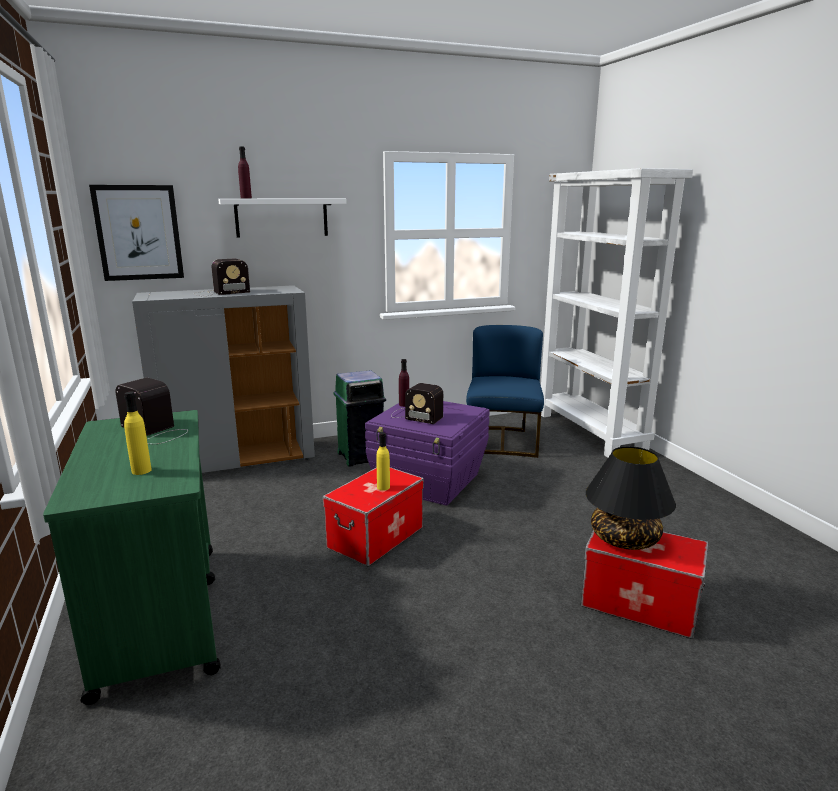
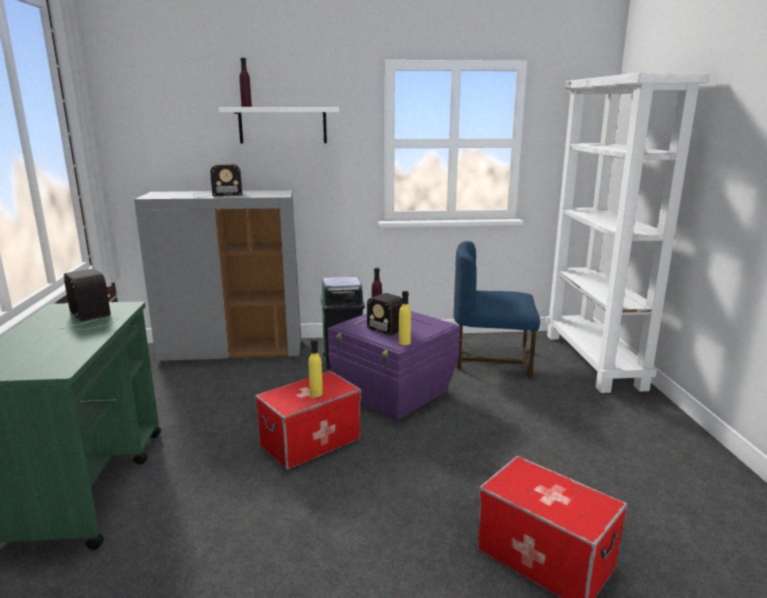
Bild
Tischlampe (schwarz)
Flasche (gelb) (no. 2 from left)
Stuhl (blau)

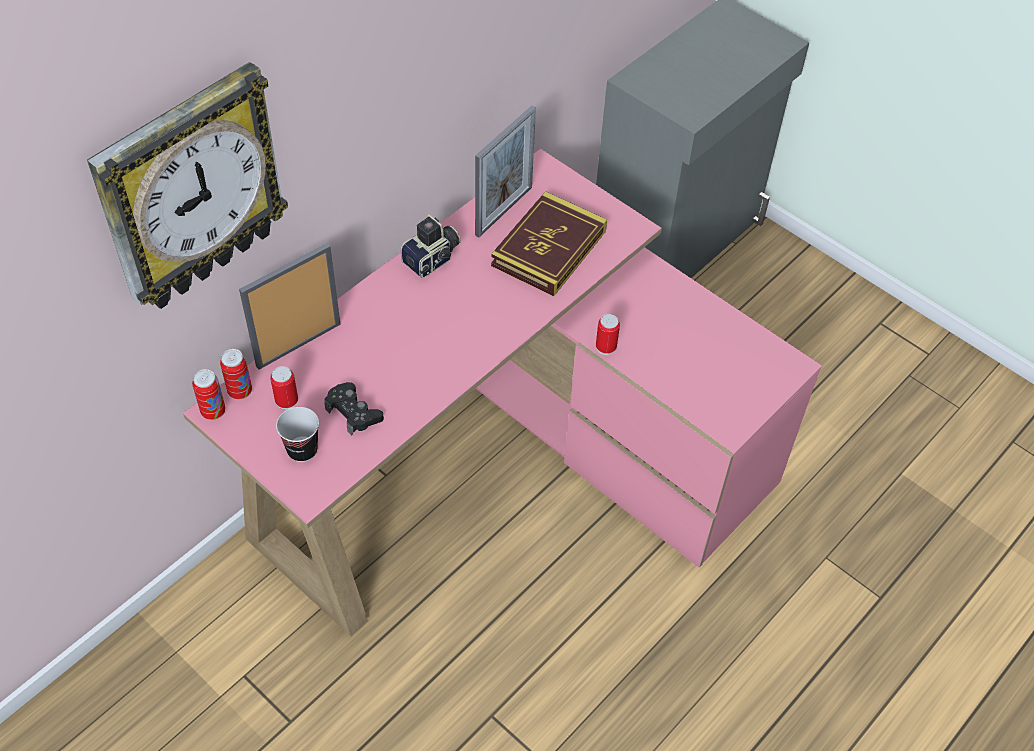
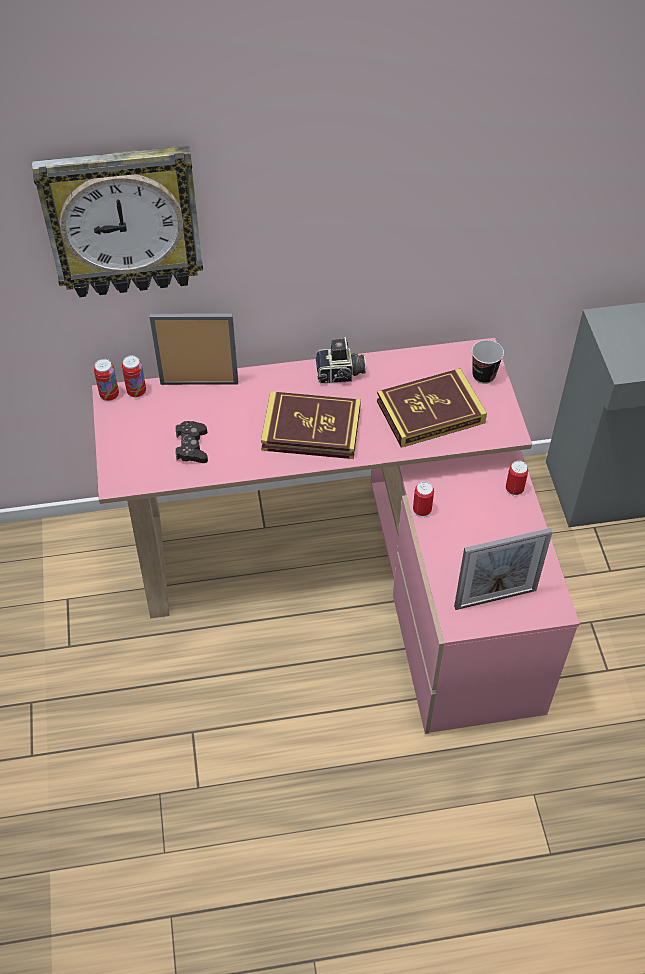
Buch (no. 1 from left)
Dose (no. 4 from left)
Tasse
Bilderrahmen (no. 2 from left)

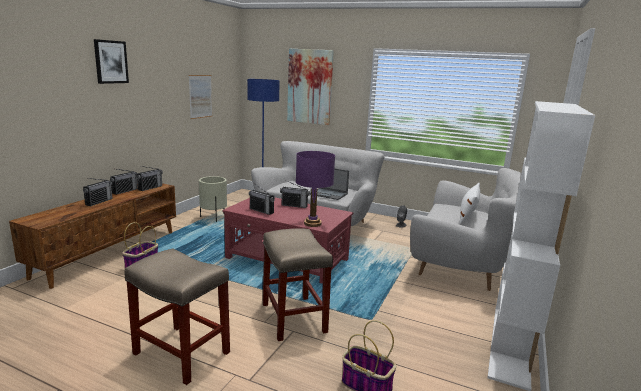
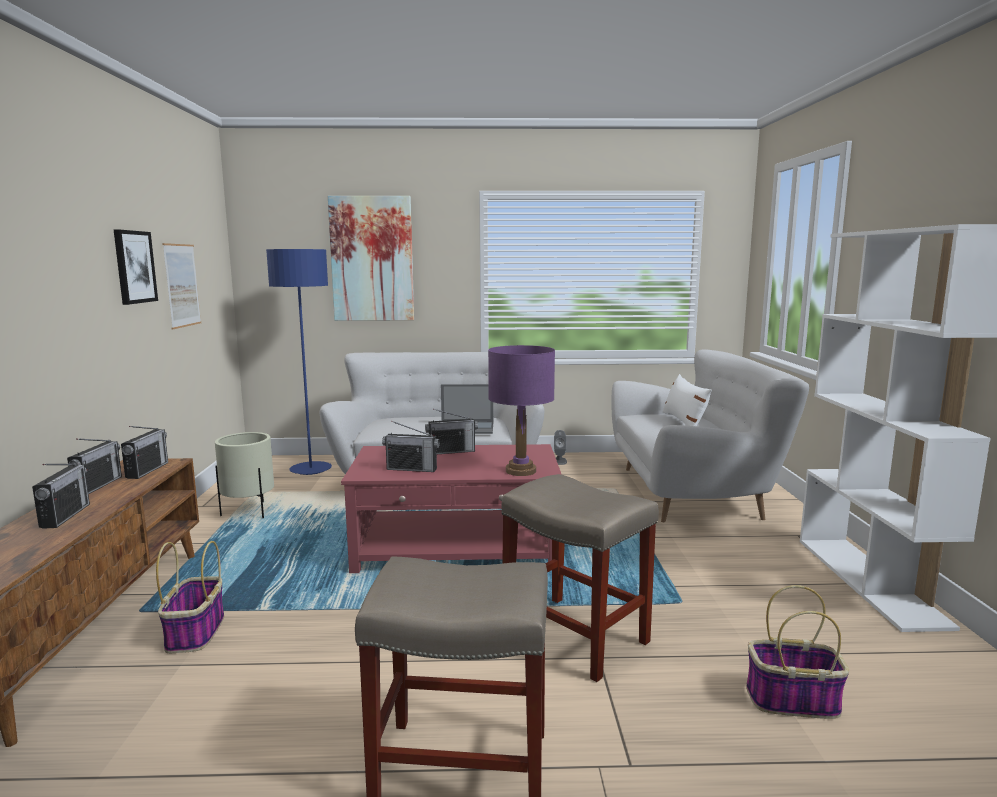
Bild (no. 1 from left)

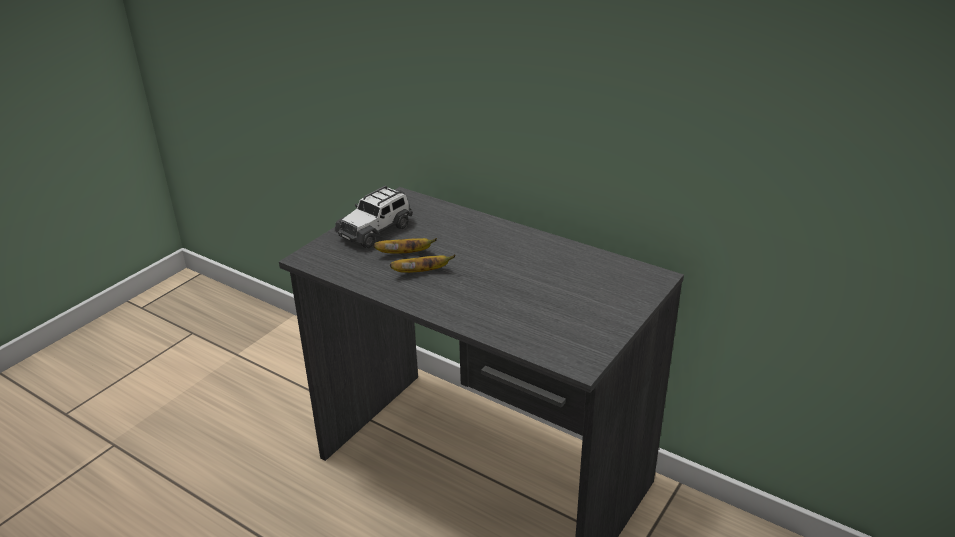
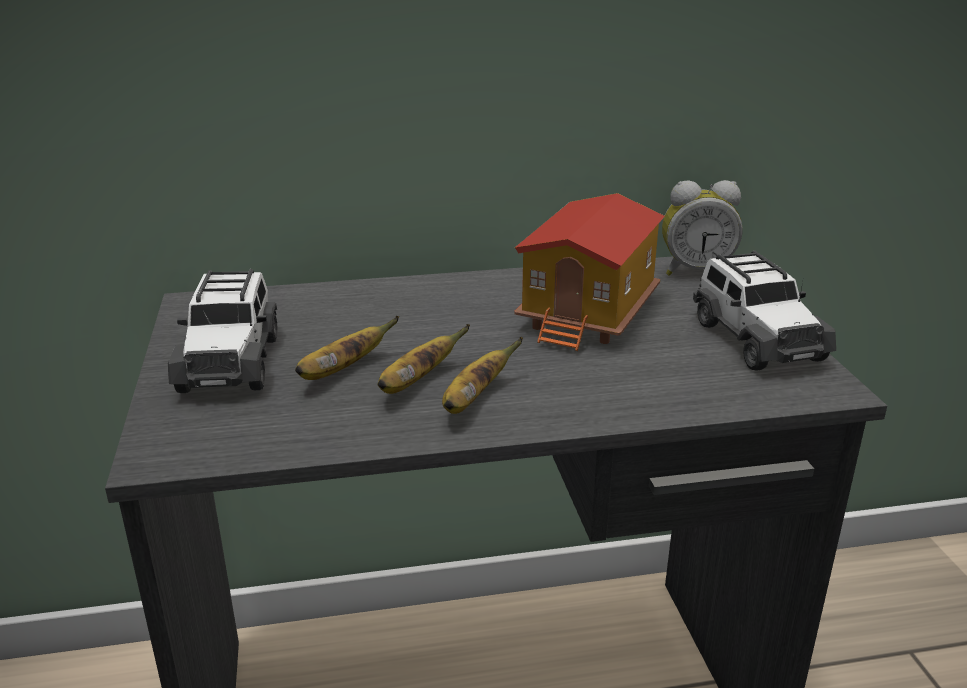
Banane (no. 3 from left)
Spielzeughaus
Wecker
Spielzeugauto (no. 2 from left)

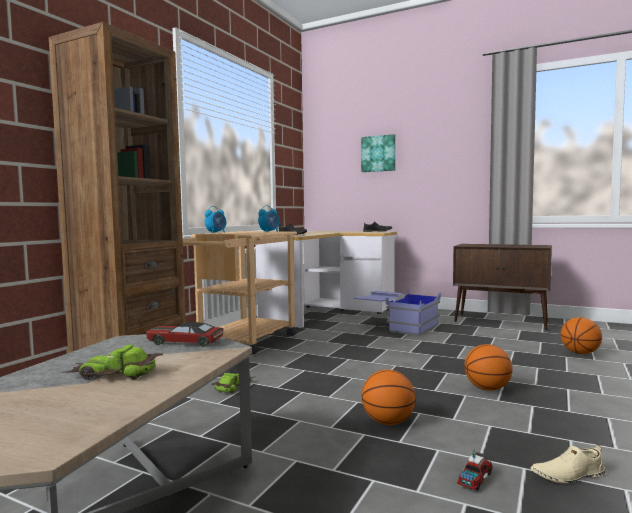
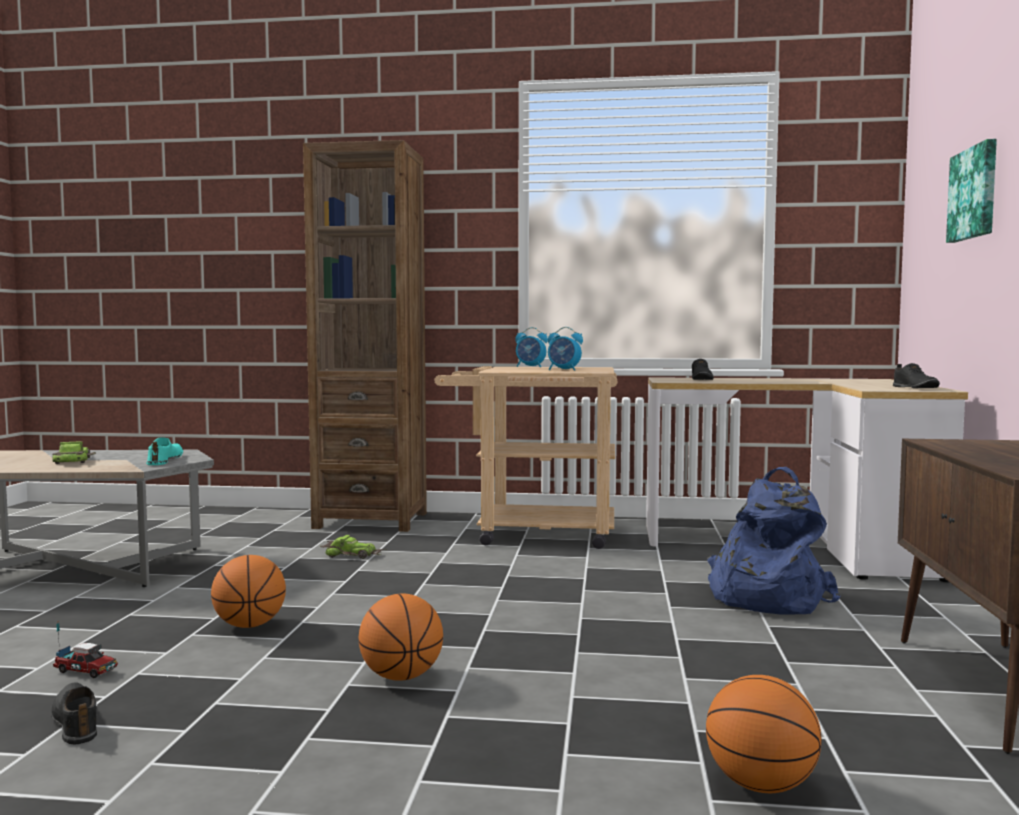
Schuh (türkis)
Rucksack (blau)
Schuh (schwarz) (no. 1 from left)

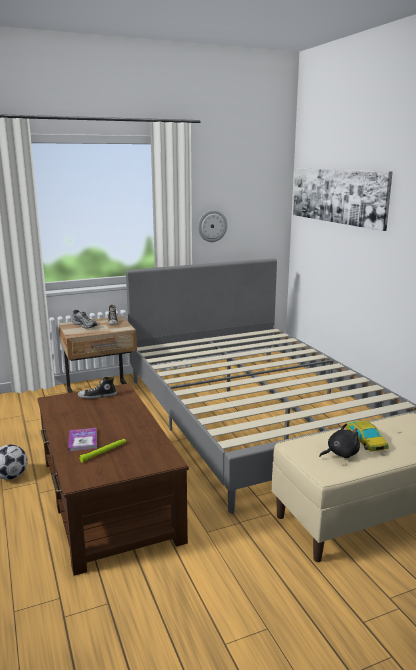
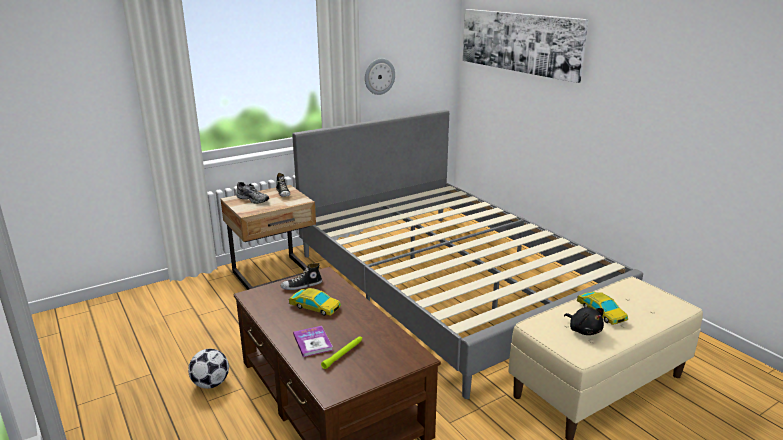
Spielzeugauto (no. 1 from left)
Plüschtier (schwarz)

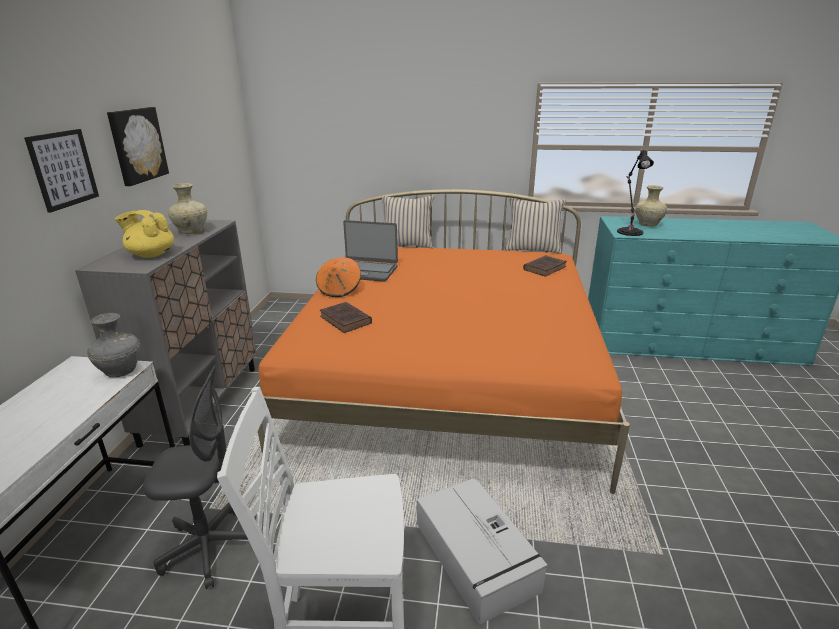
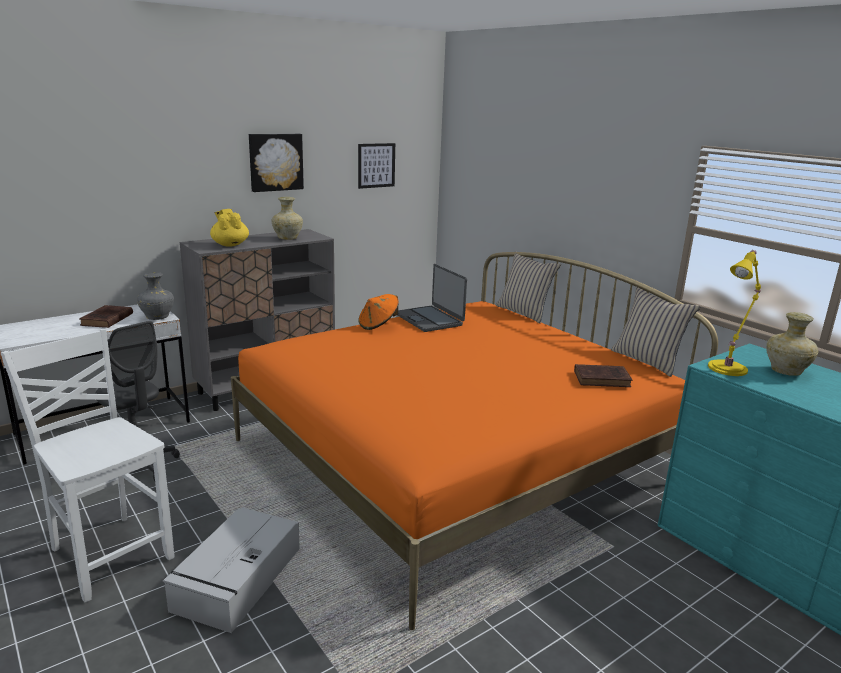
Bild (no. 2 from left)
Buch (braun) (no. 1 from left)
Tischlampe (gelb)

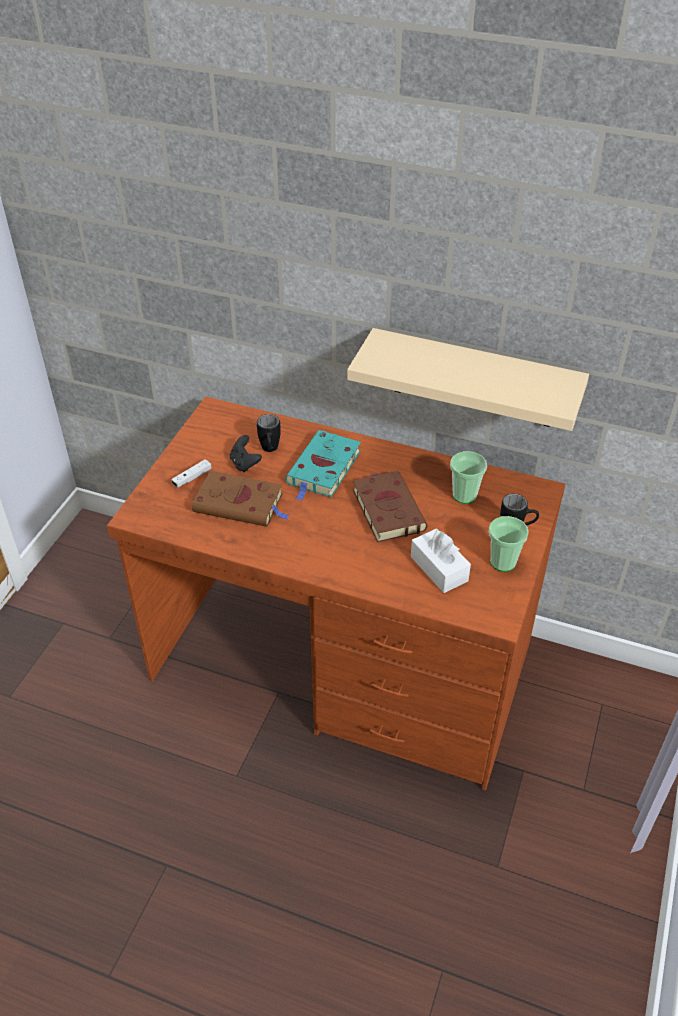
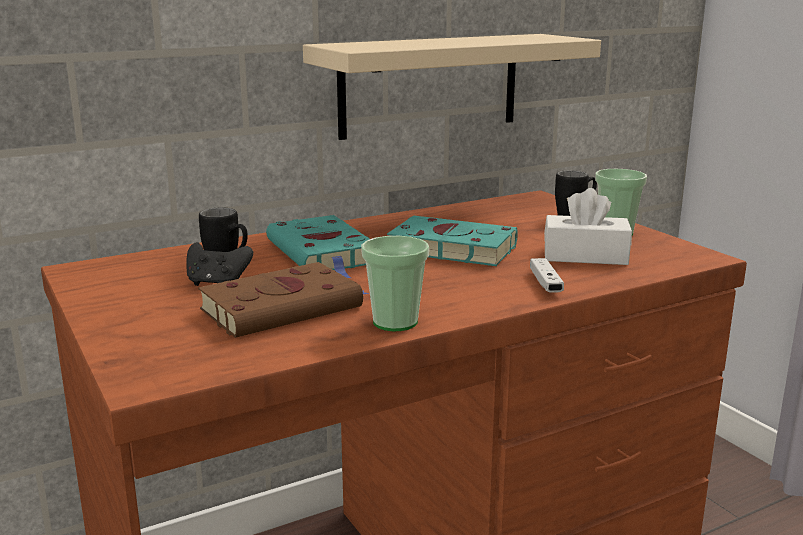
Gamepad (weiß)
Tasse (no. 1 from left)
Buch (türkis) (no. 2 from left)

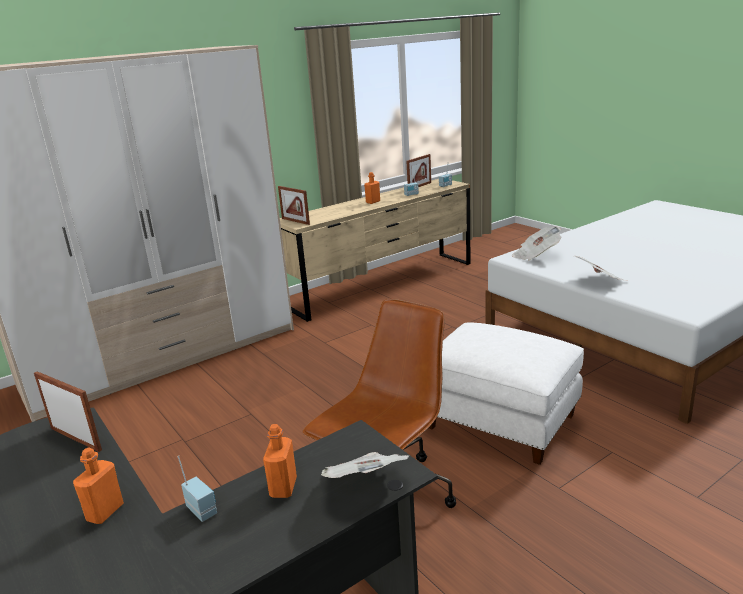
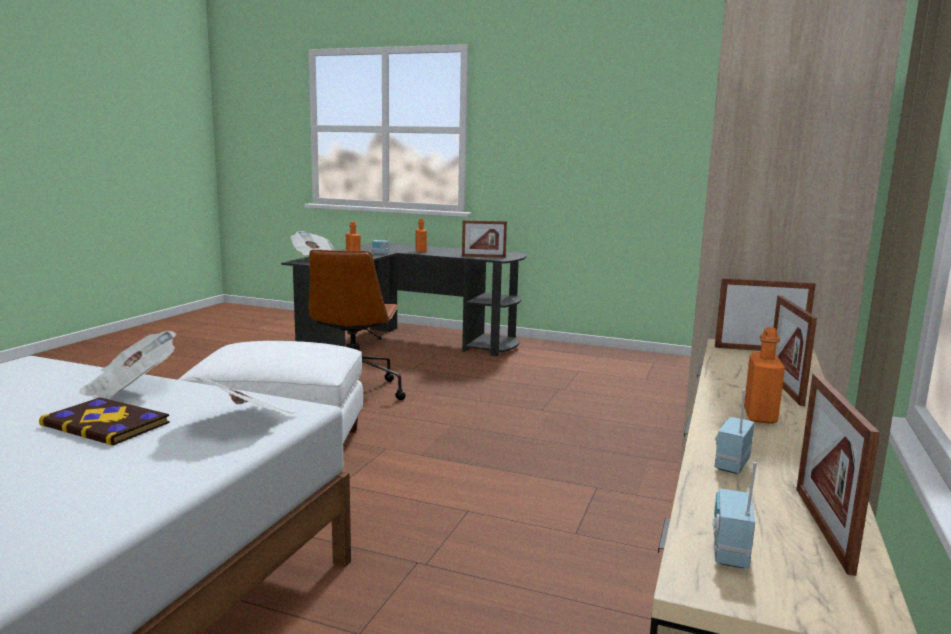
Buch
Bilderrahmen (no. 3 from left)

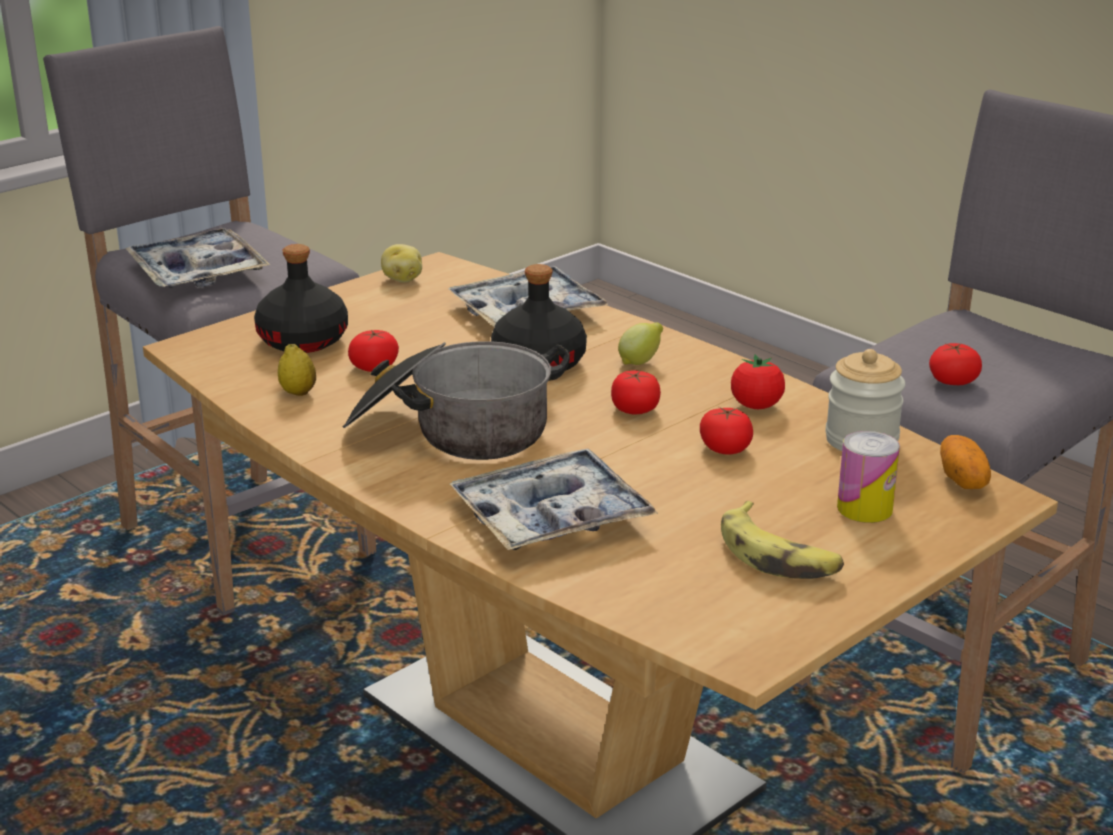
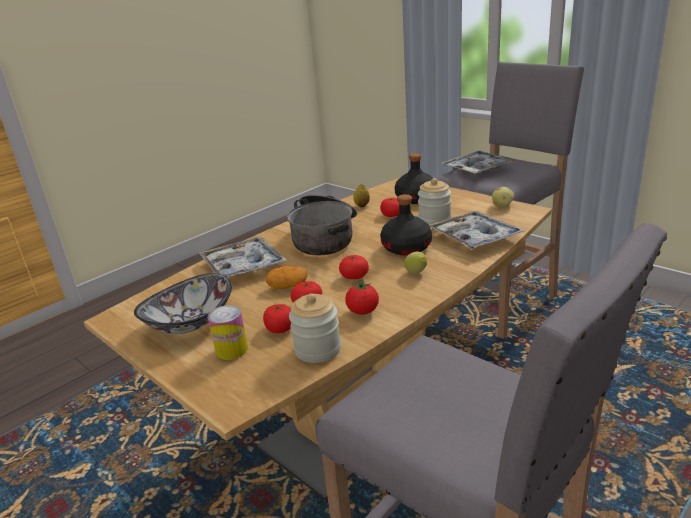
Vorratsglas (no. 2 from left)
Tomate (no. 1 from left)
Kartoffel (no. 1 from left)
Schüssel

